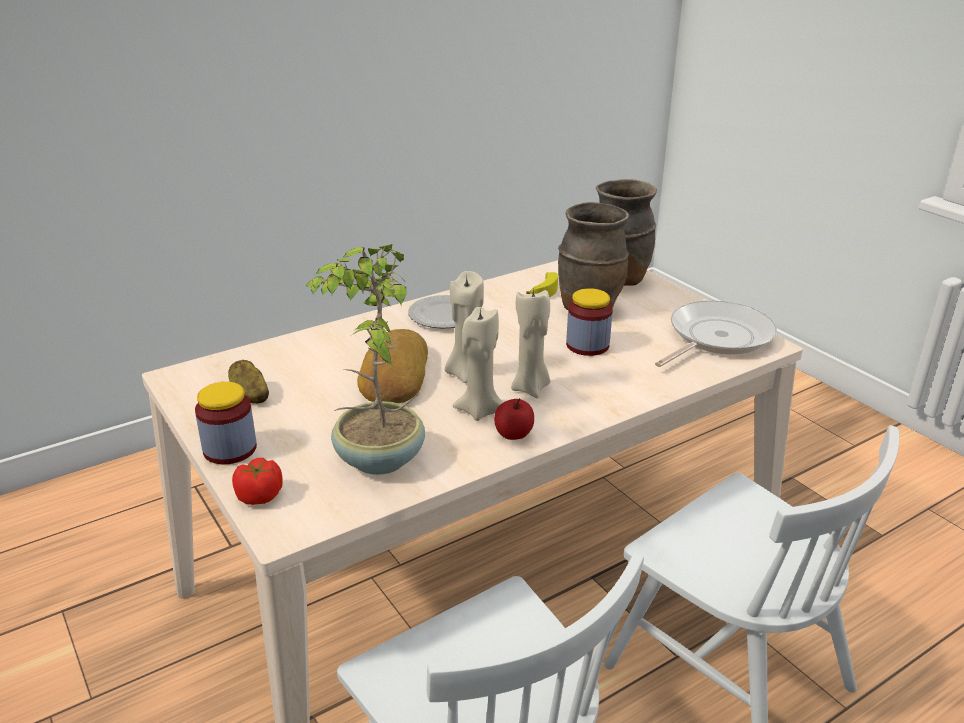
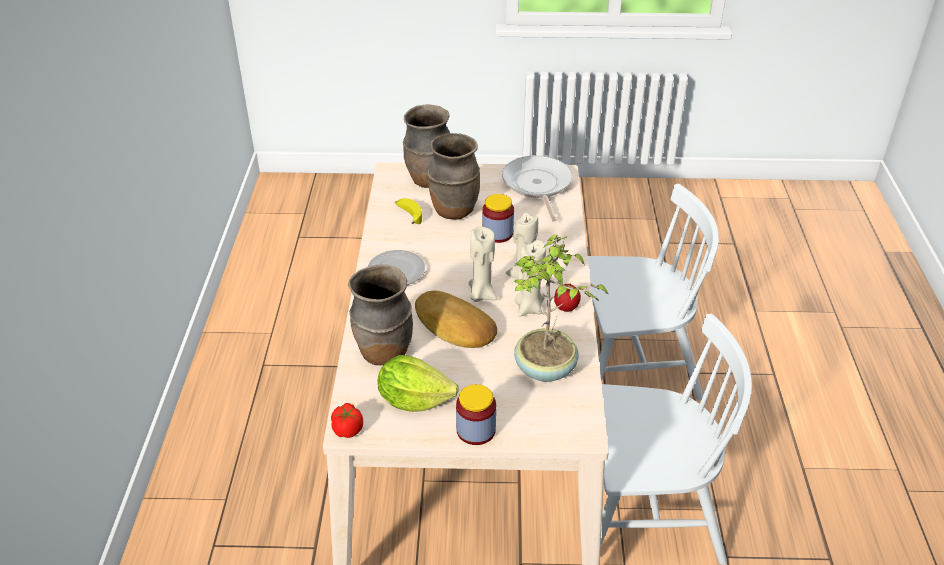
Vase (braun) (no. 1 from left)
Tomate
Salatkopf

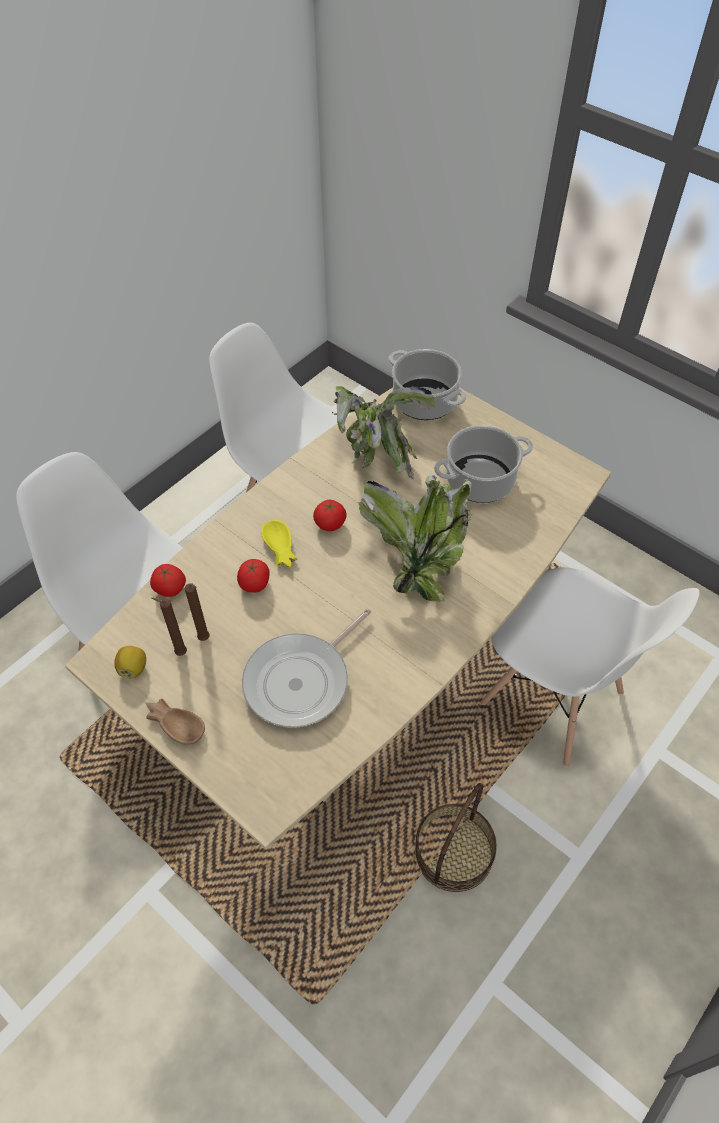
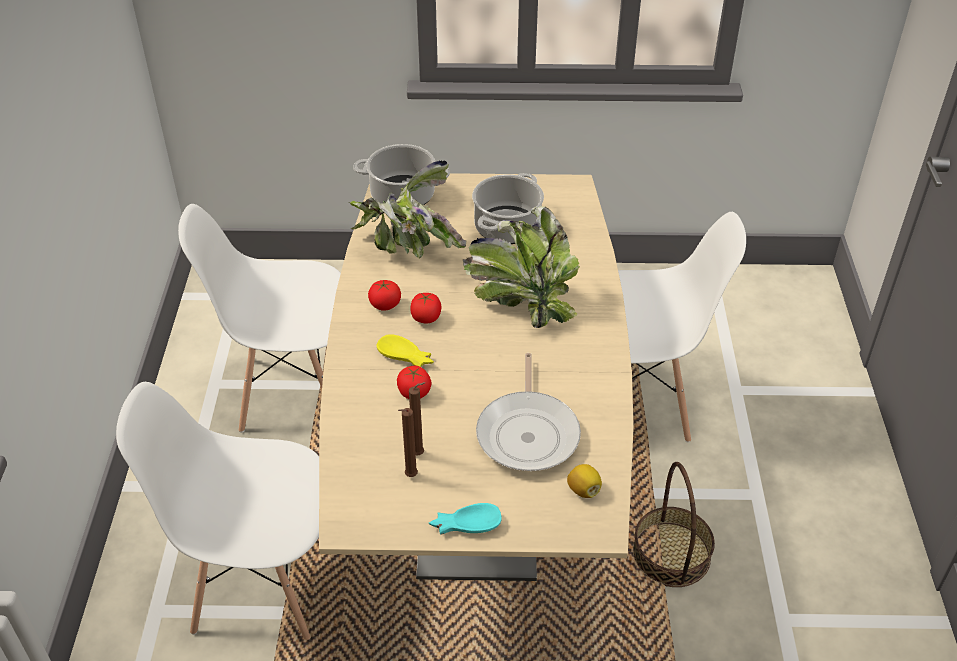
Zitrone
Tomate (no. 1 from left)
Schüssel (türkis)

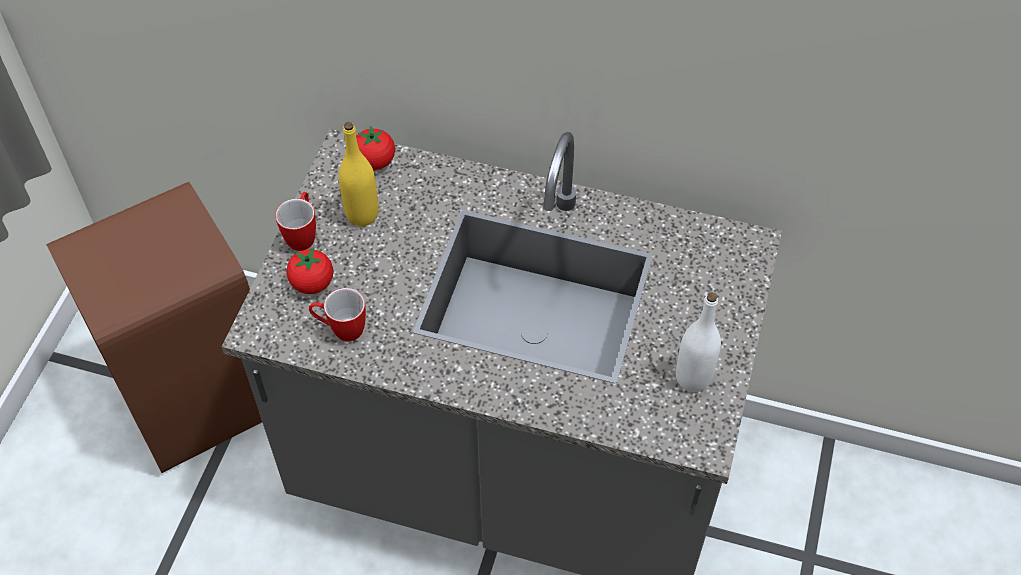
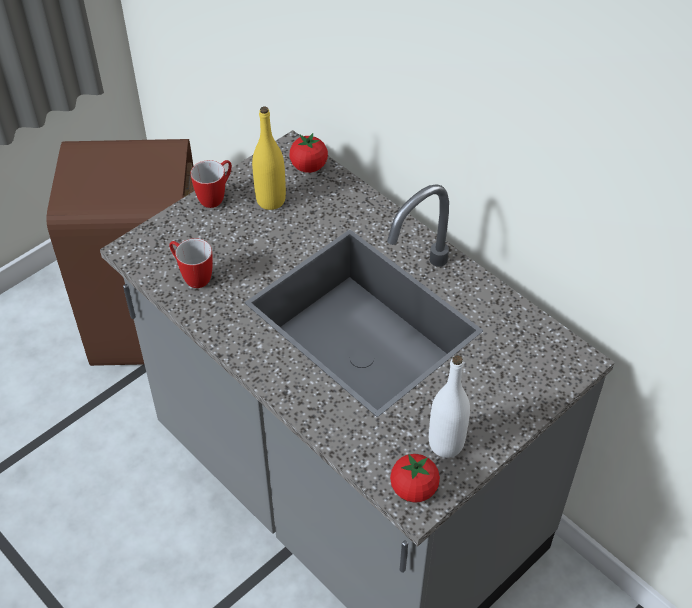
Tomate (no. 2 from left)

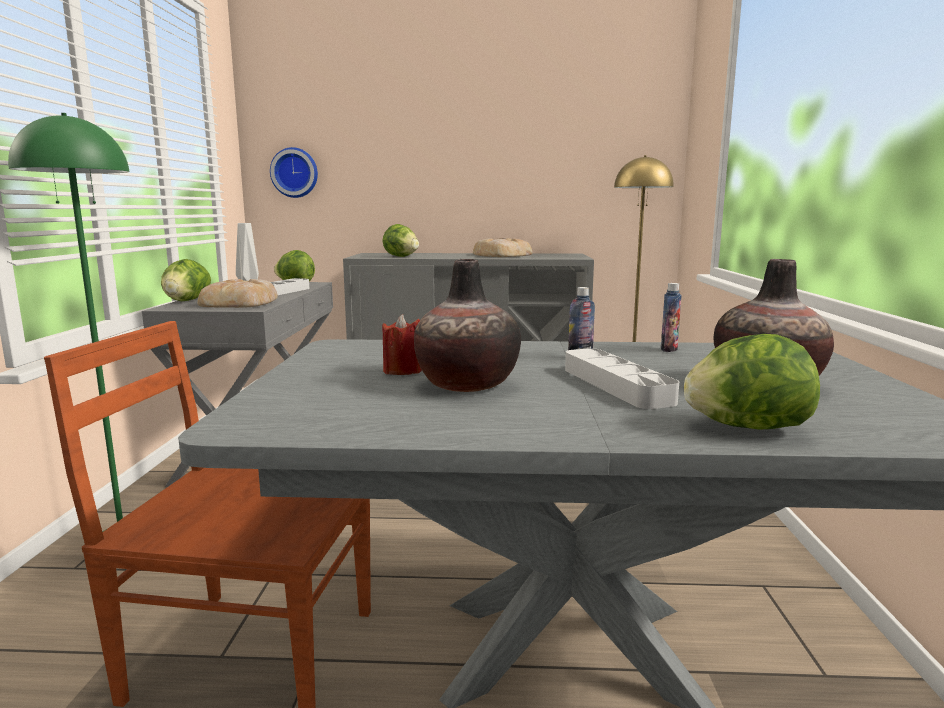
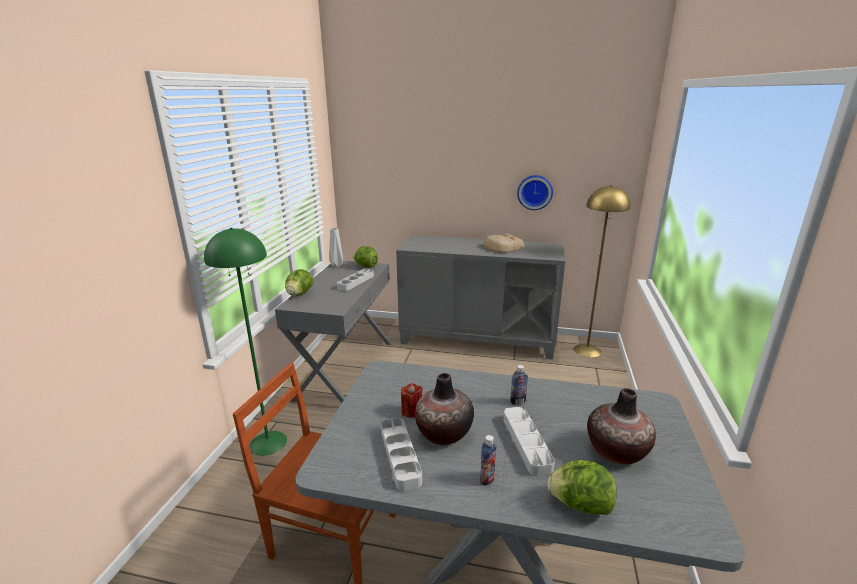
Brot (no. 1 from left in the first image)
Salatkopf (no. 3 from left in the first image)
Tablett (grau) (no. 2 from left)
Wanduhr
Flasche (no. 1 from left)

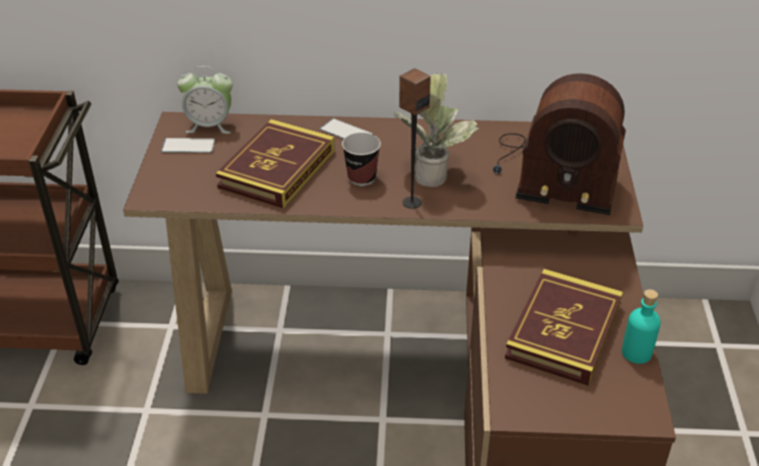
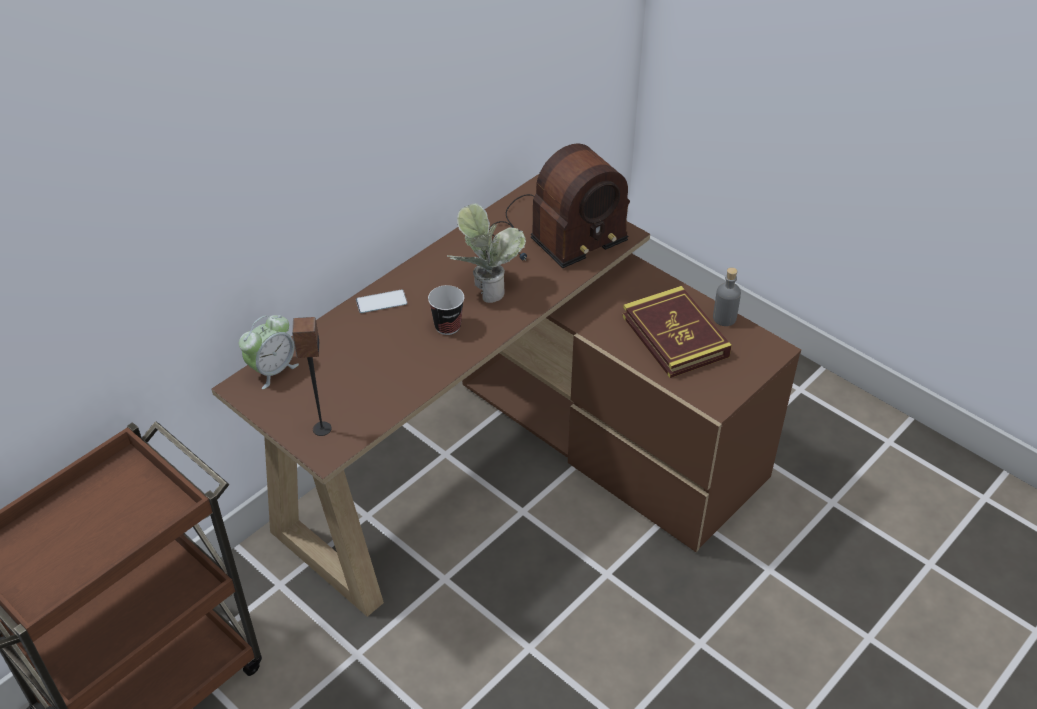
Handy (no. 1 from left in the first image)
Buch (no. 1 from left in the first image)
Lautsprecher
Flasche (grau)

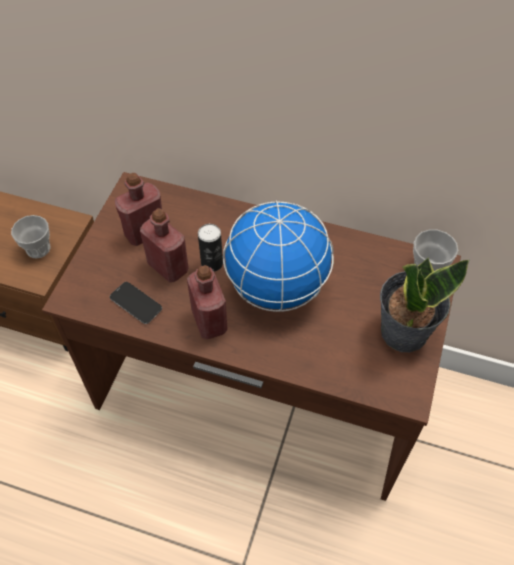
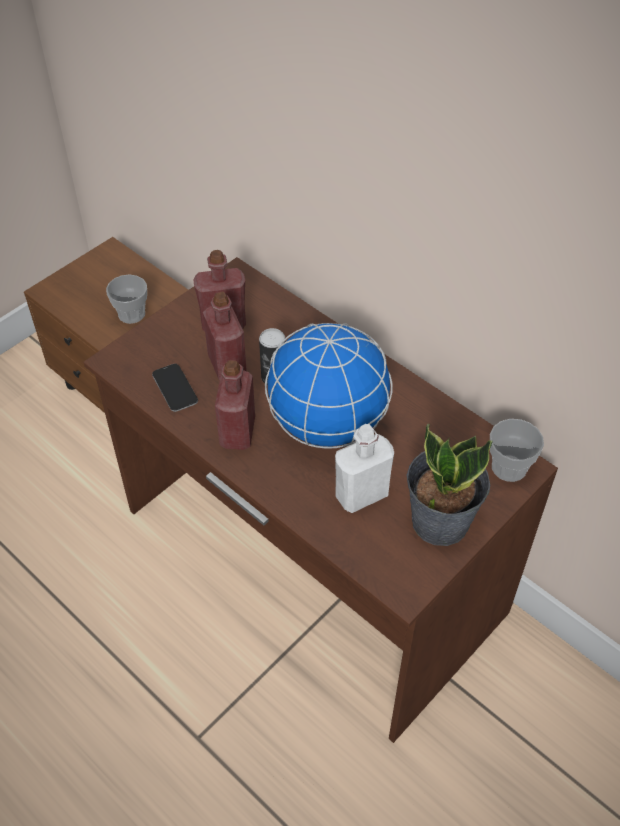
Flasche (weiß)

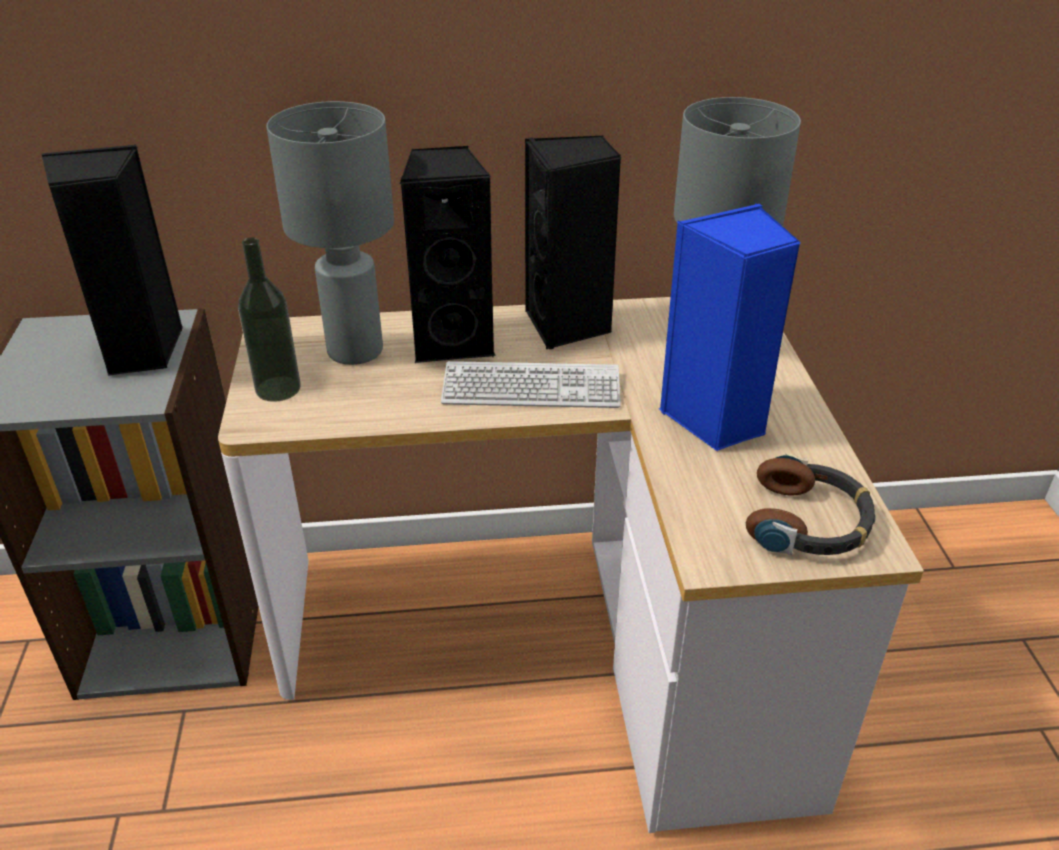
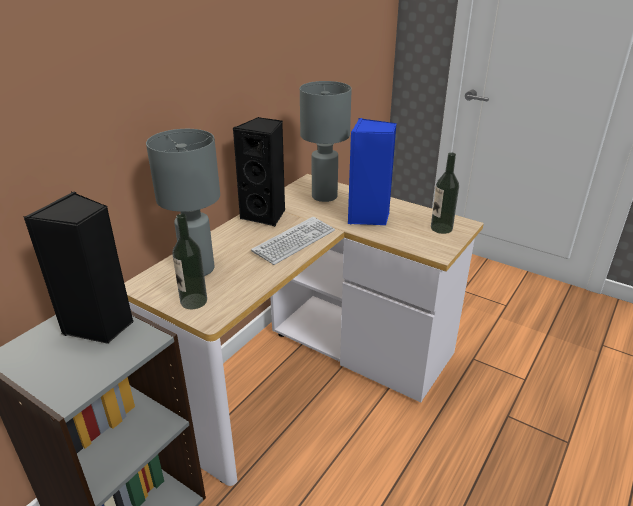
Lautsprecher (schwarz) (no. 2 from left in the first image)
Flasche (no. 2 from left)

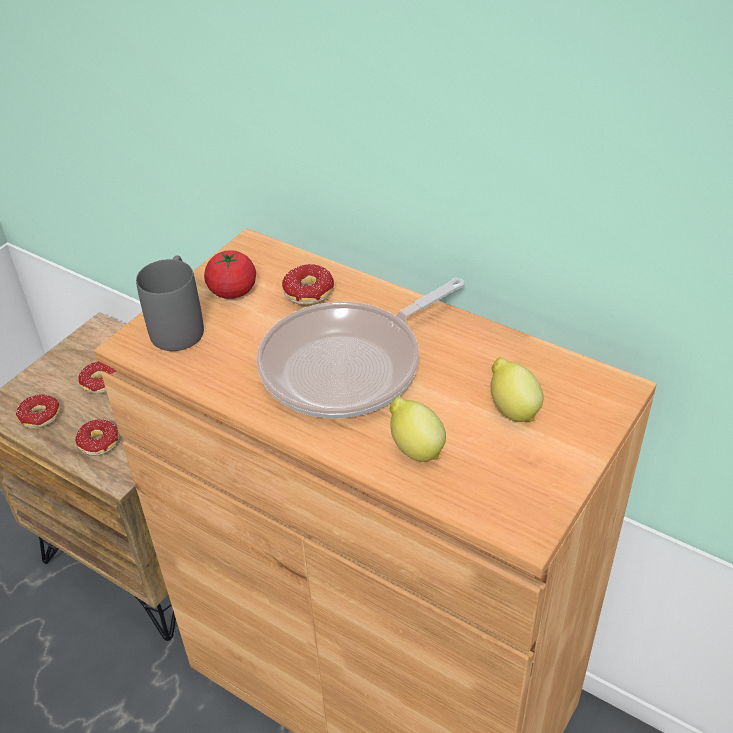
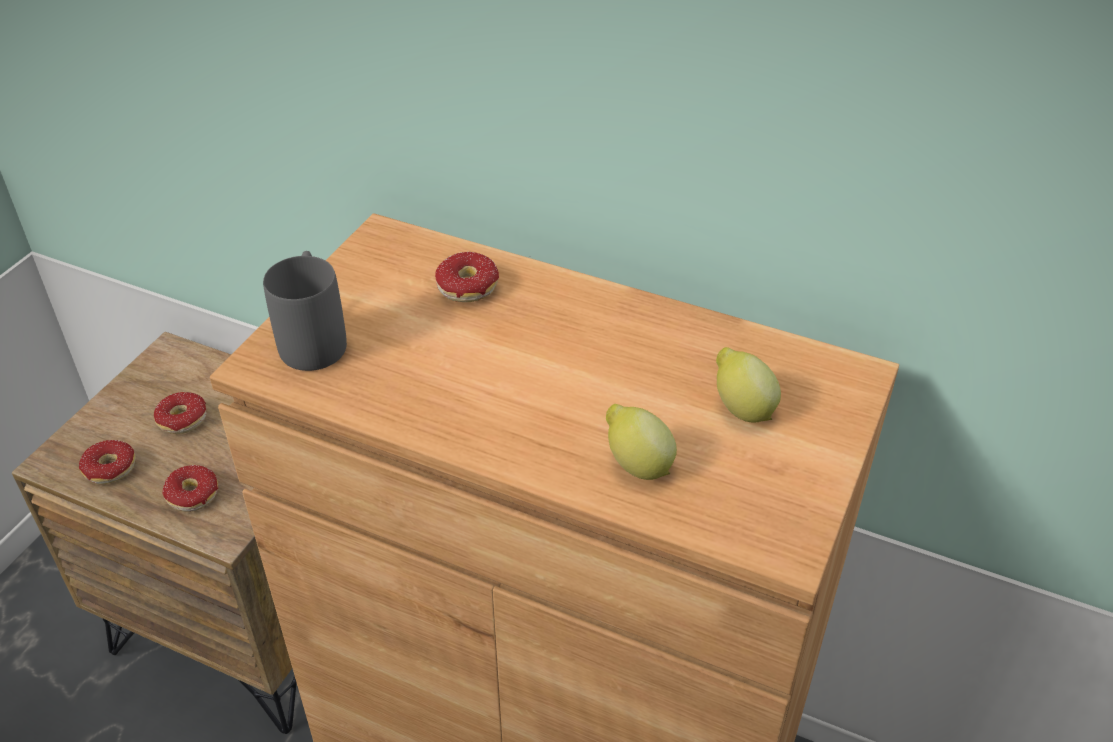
Tomate
Pfanne

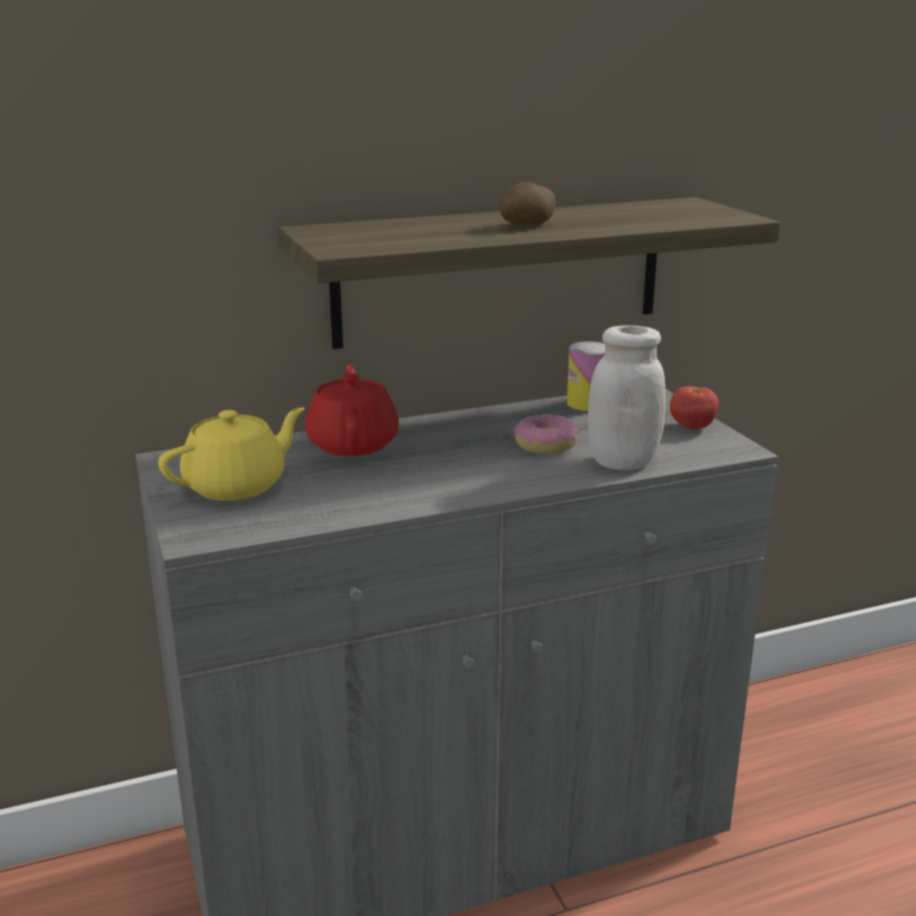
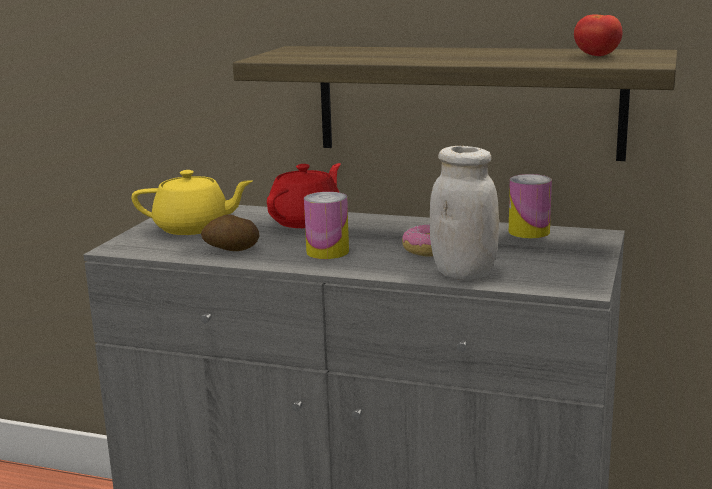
Dose (no. 1 from left)
Kartoffel
Tomate

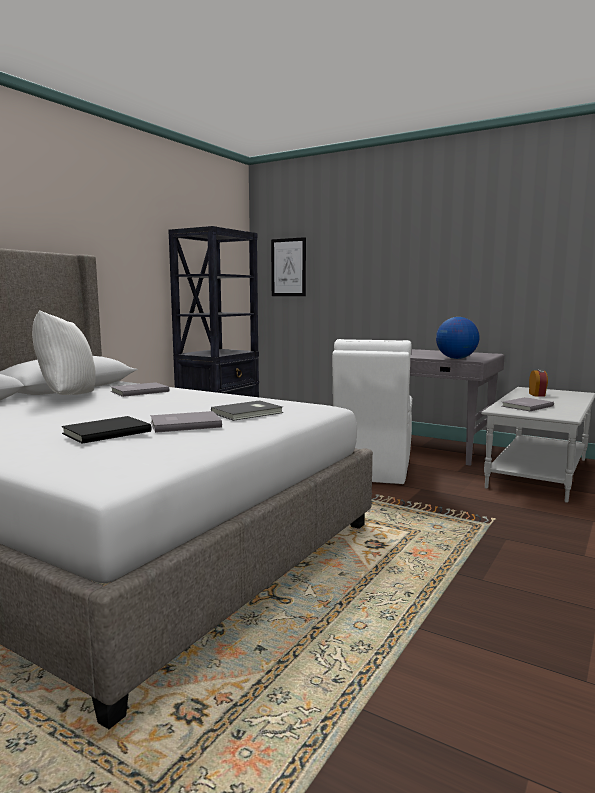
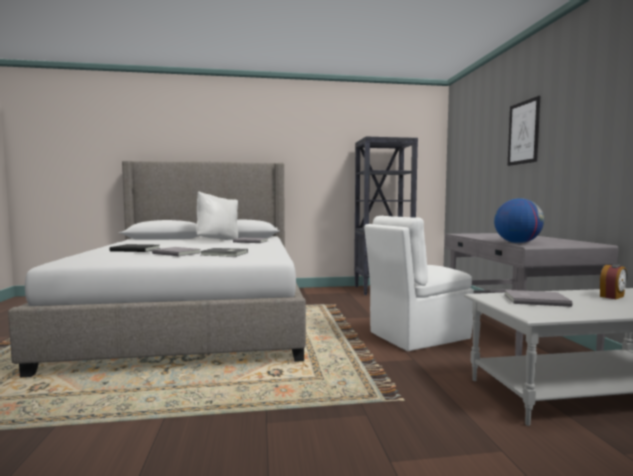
Bild

